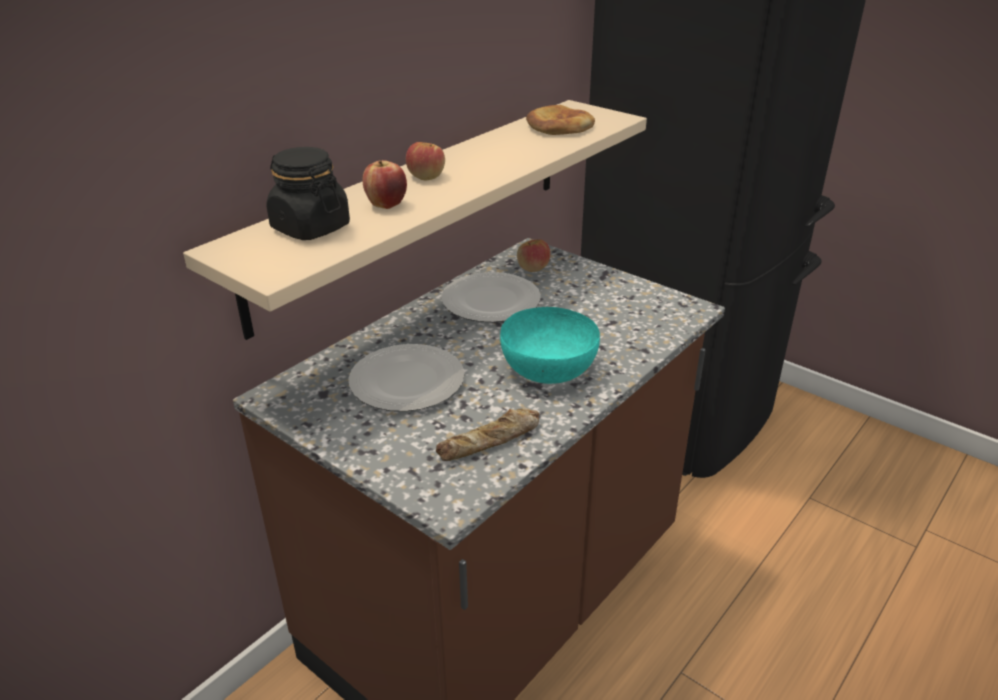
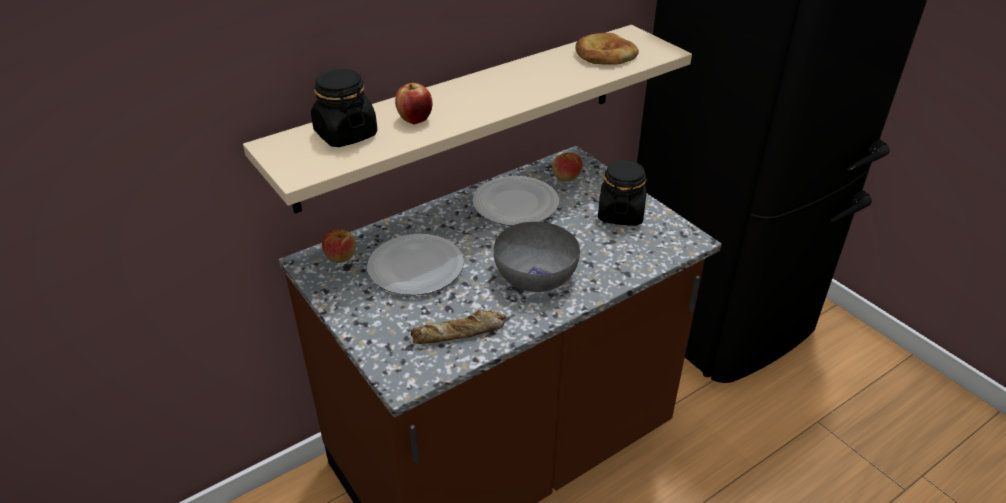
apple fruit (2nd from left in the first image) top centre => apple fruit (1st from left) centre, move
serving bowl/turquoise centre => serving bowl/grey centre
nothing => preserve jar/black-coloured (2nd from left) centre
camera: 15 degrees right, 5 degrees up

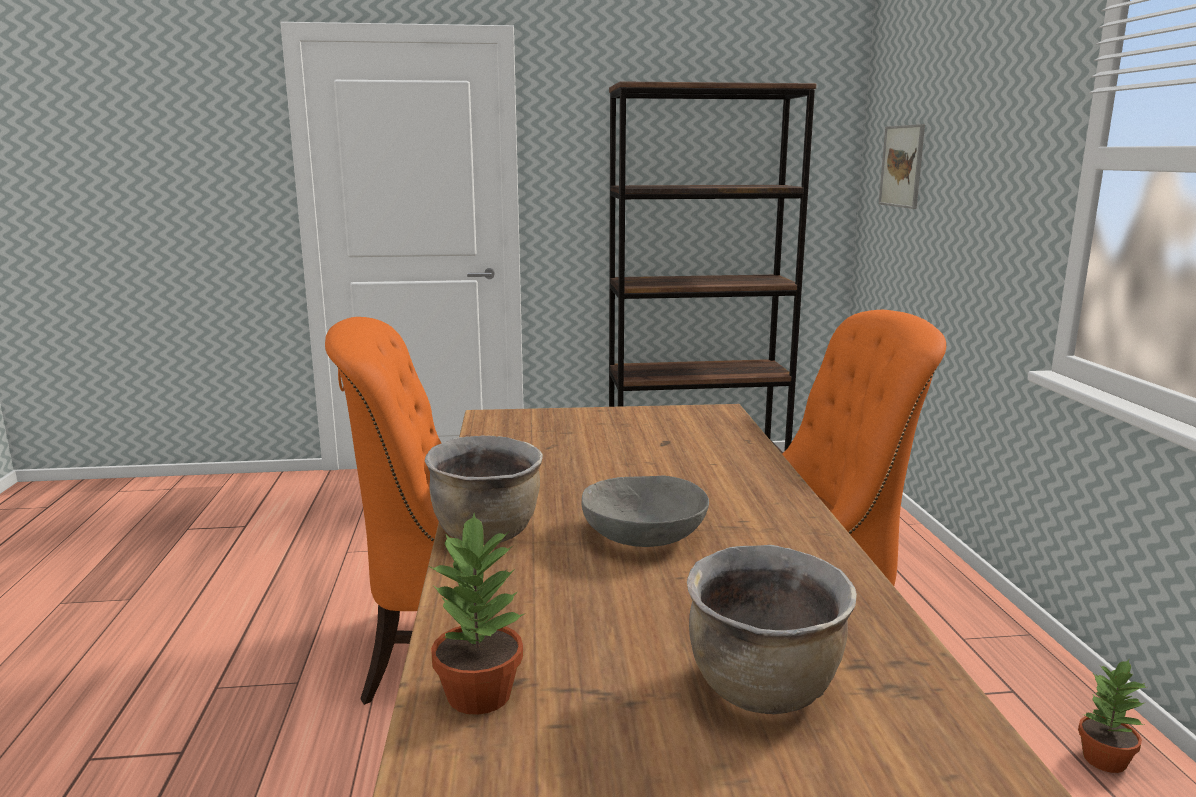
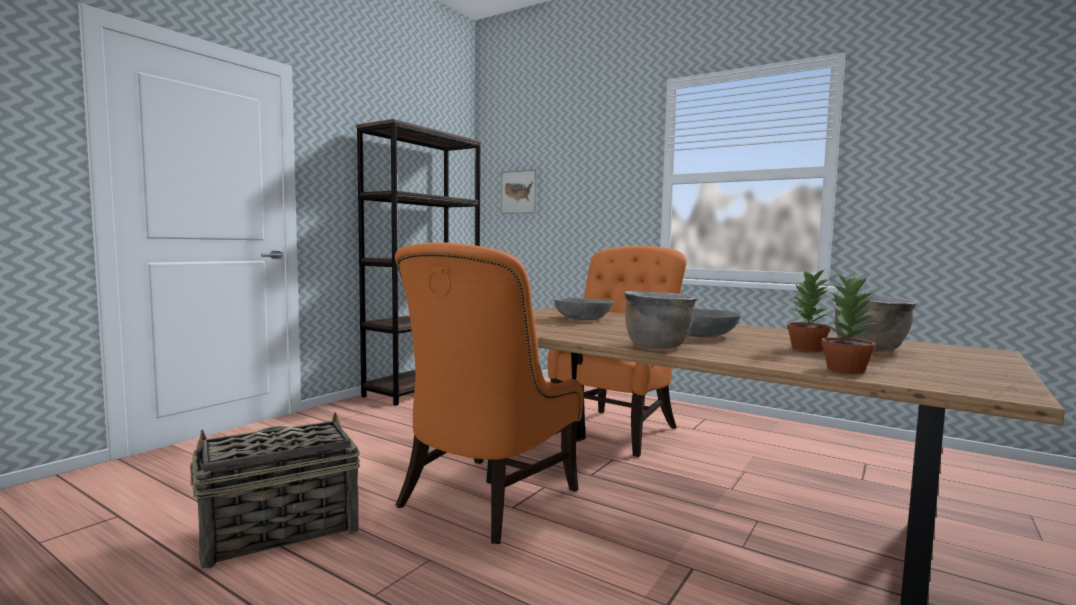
potted plant (2nd from left in the first image) bottom right => potted plant (1st from left) middle right, move
nothing => serving bowl/grey (1st from left) centre
nothing => storage basket bottom left
camera: 50 degrees left, 10 degrees down

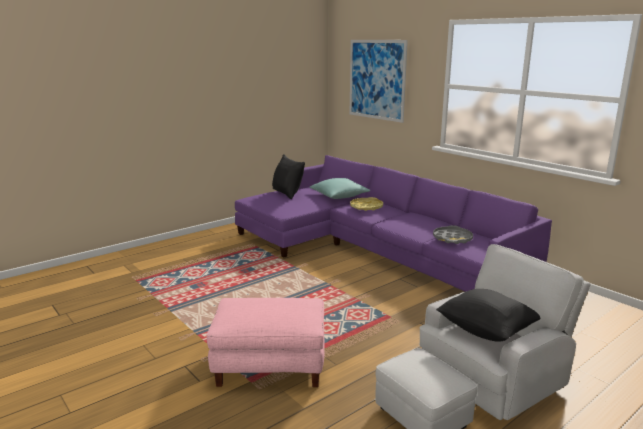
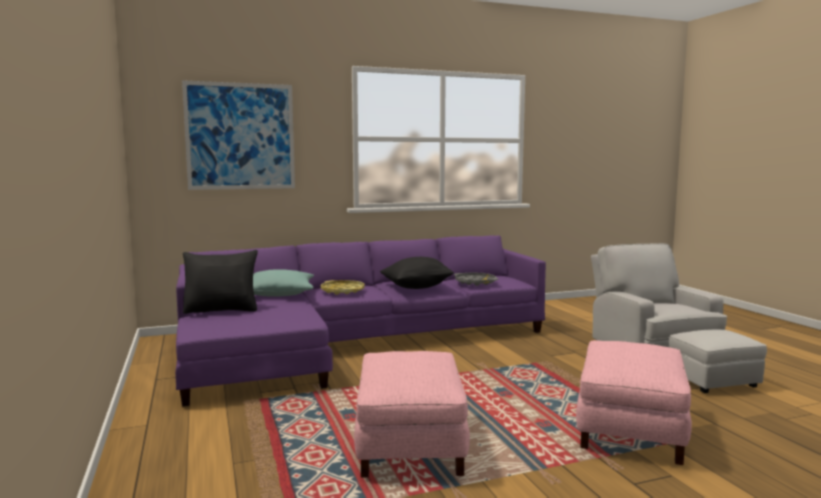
pillow/black-coloured (2nd from left) bottom right => pillow/black-coloured (2nd from left) centre, move
nothing => ottoman/pink (1st from left) bottom centre
camera: 70 degrees left, 10 degrees down

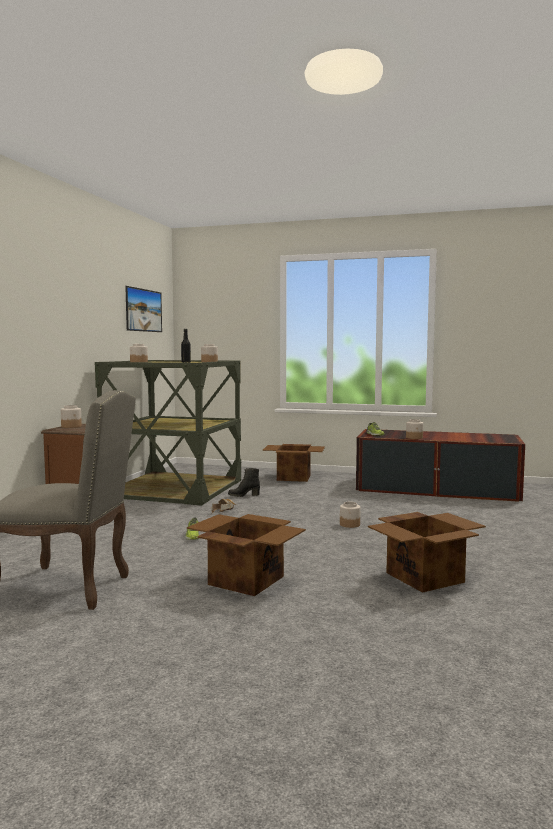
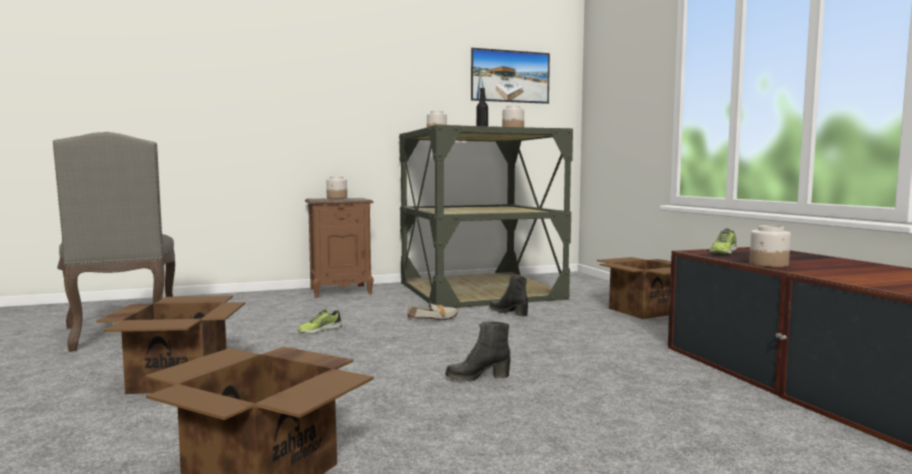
preserve jar (4th from left) centre => boot/black-coloured (1st from left) bottom centre
camera: 55 degrees right, 0 degrees up

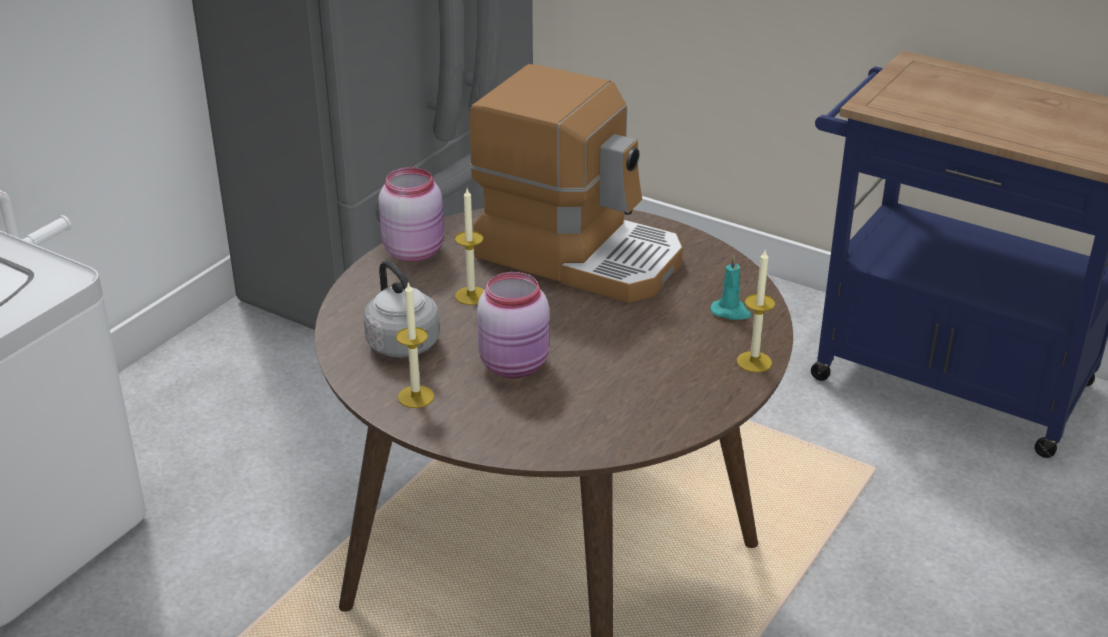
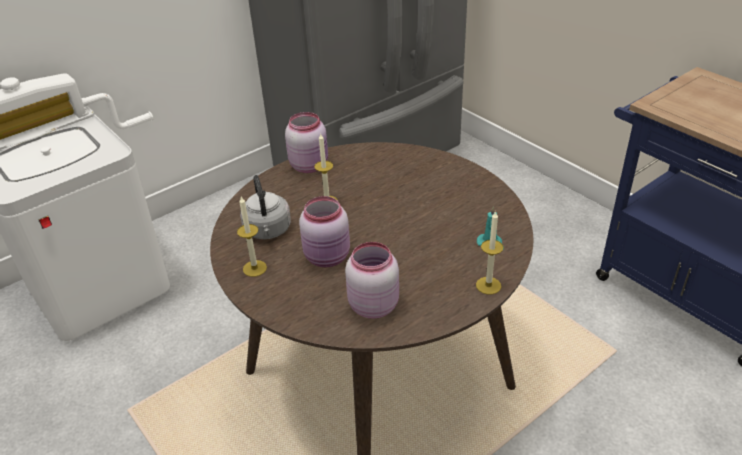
coffee brewer top centre => nothing
nothing => preserve jar/pink (3rd from left) centre
camera: 20 degrees right, 5 degrees up

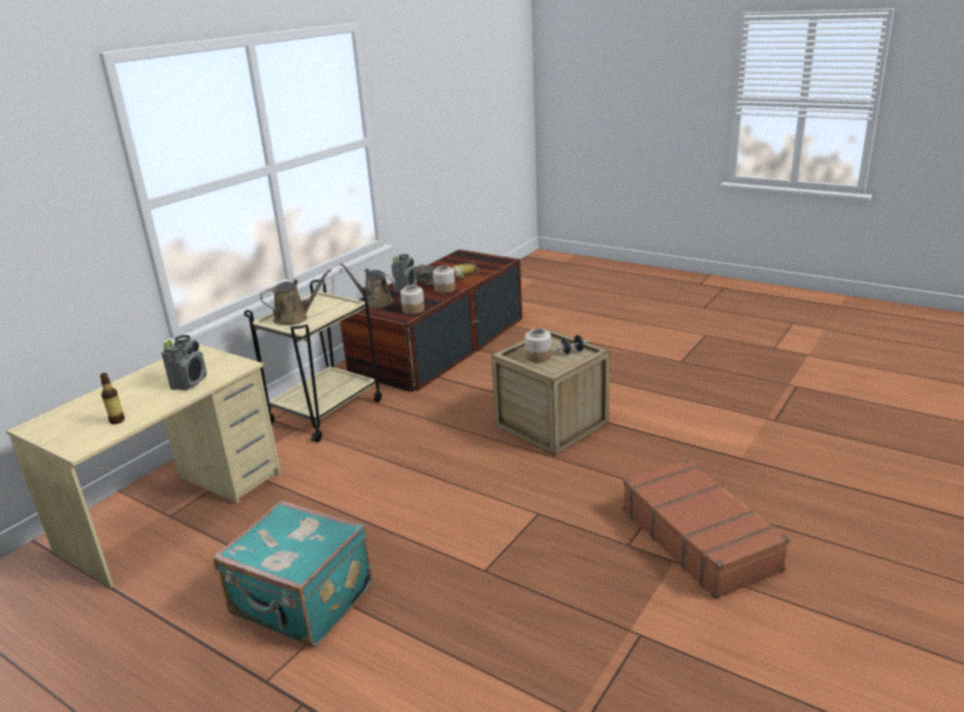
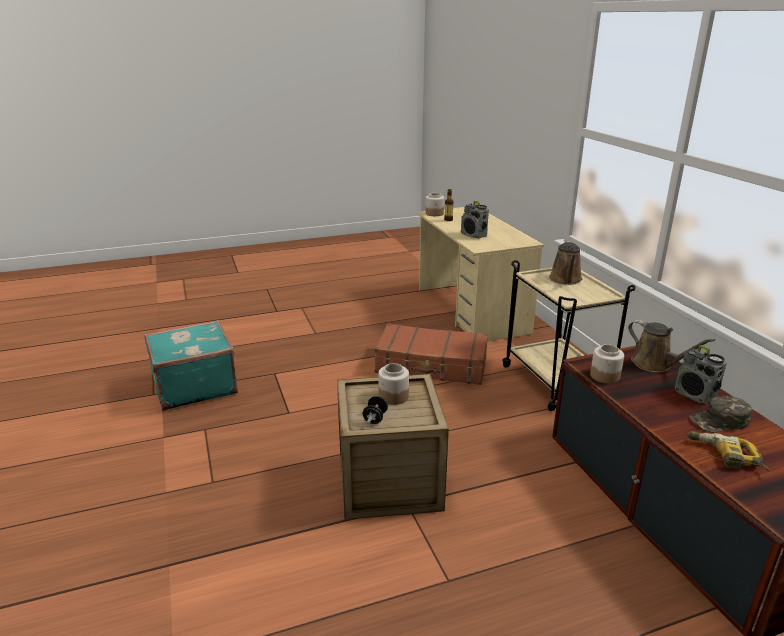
sprinkling can/brownish (2nd from left) centre => sprinkling can/brownish (2nd from left) middle right, 75 degrees clockwise
preserve jar (2nd from left) centre => preserve jar (2nd from left) top centre, move
travel case/brownish bottom right => travel case/brownish centre, move
travel case/turquoise bottom left => travel case/turquoise middle left, move
camera: 125 degrees right, 0 degrees up

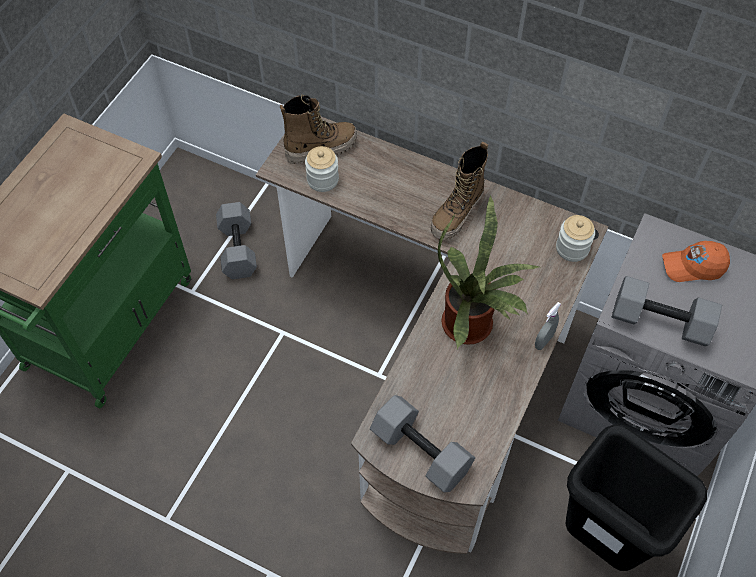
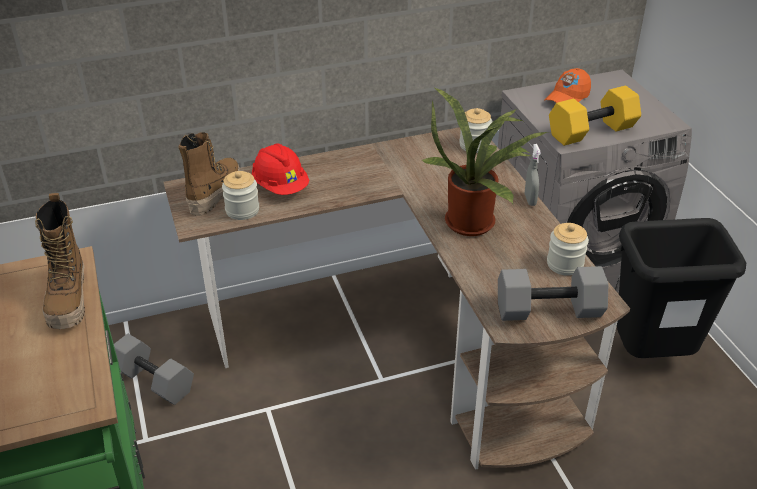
boot (2nd from left in the first image) top centre => boot (1st from left) middle left, move
dumbbell/grey (3rd from left) middle right => dumbbell/yellow top right
nothing => safety helmet/reddish centre
nothing => preserve jar (3rd from left) middle right
camera: 45 degrees left, 20 degrees down

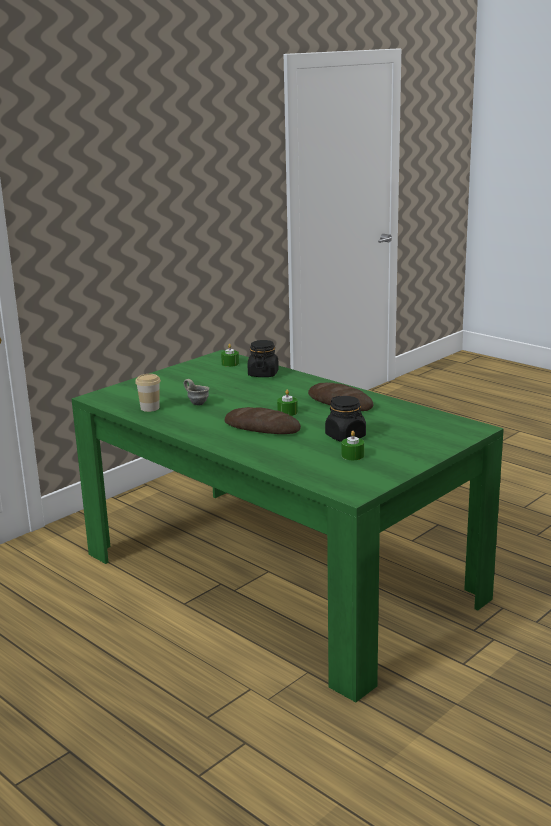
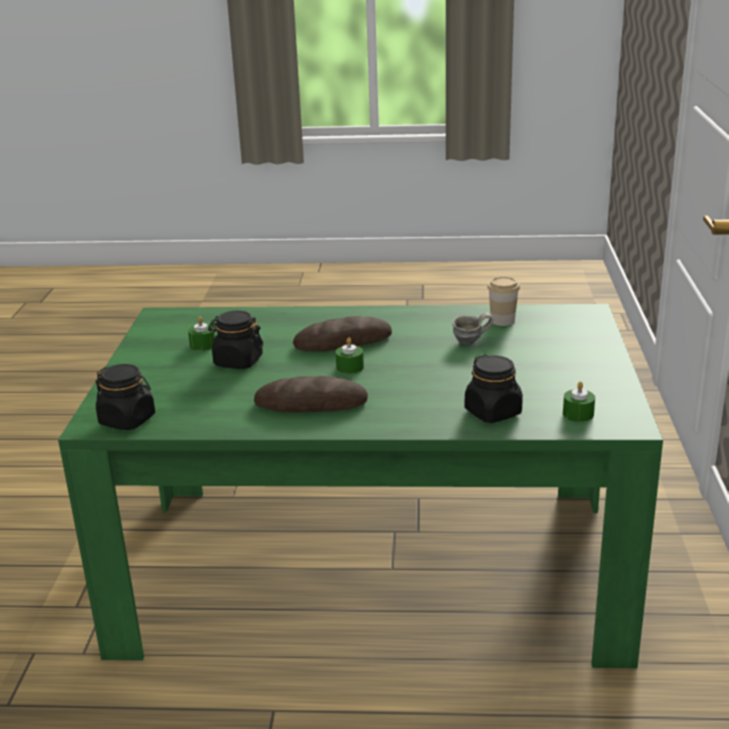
nothing => preserve jar/black-coloured (1st from left) middle left
camera: 140 degrees right, 5 degrees up

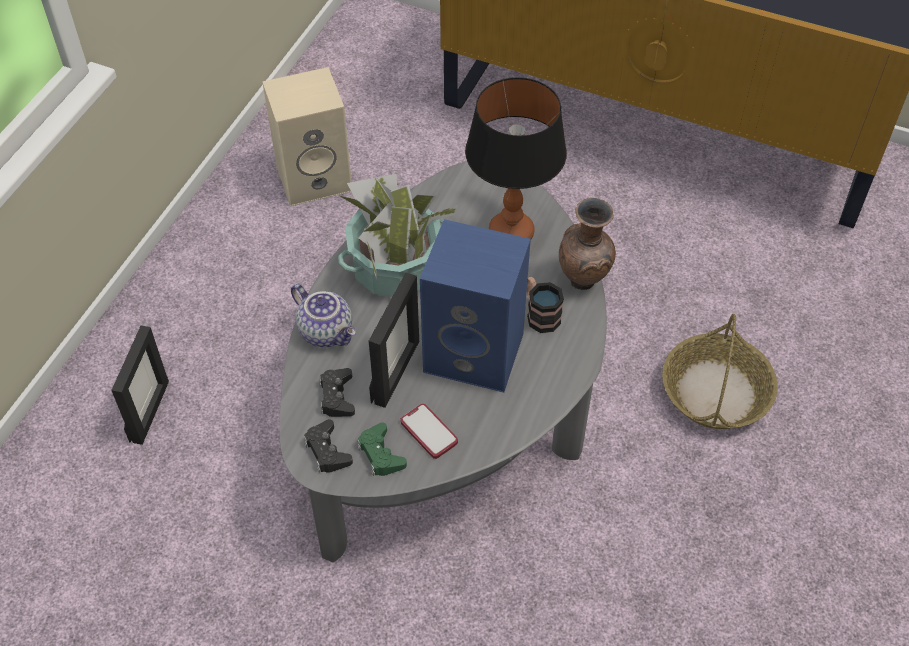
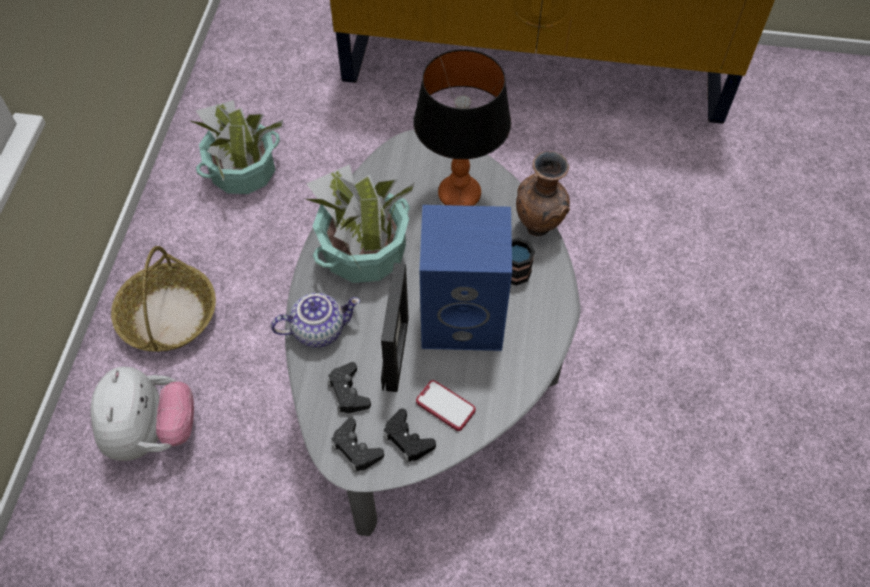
loudspeaker/beige top centre => potted plant (1st from left) top left
pot for tea centre, 45 degrees counterclockwise
storage basket middle right => storage basket middle left, move
standing frame (1st from left) middle left => soft toy bottom left
gamepad/greenish bottom centre => gamepad/black-coloured (3rd from left) bottom centre
camera: 15 degrees left, 5 degrees up

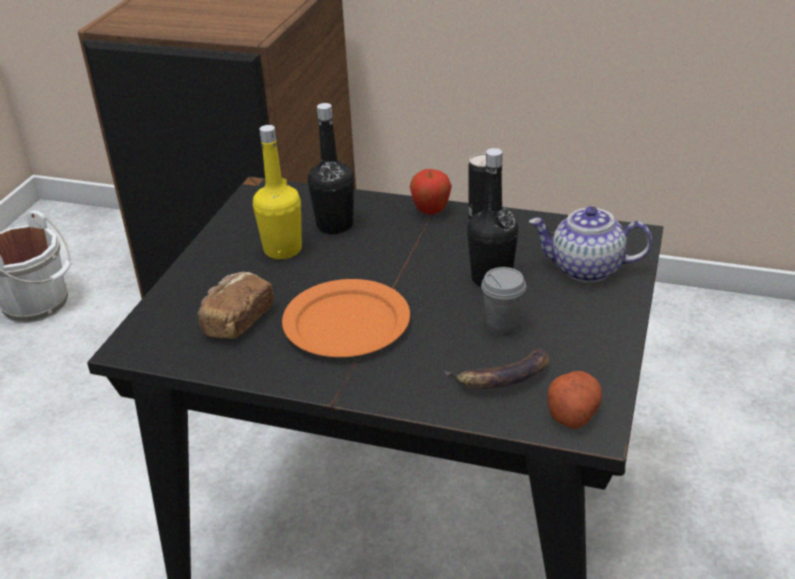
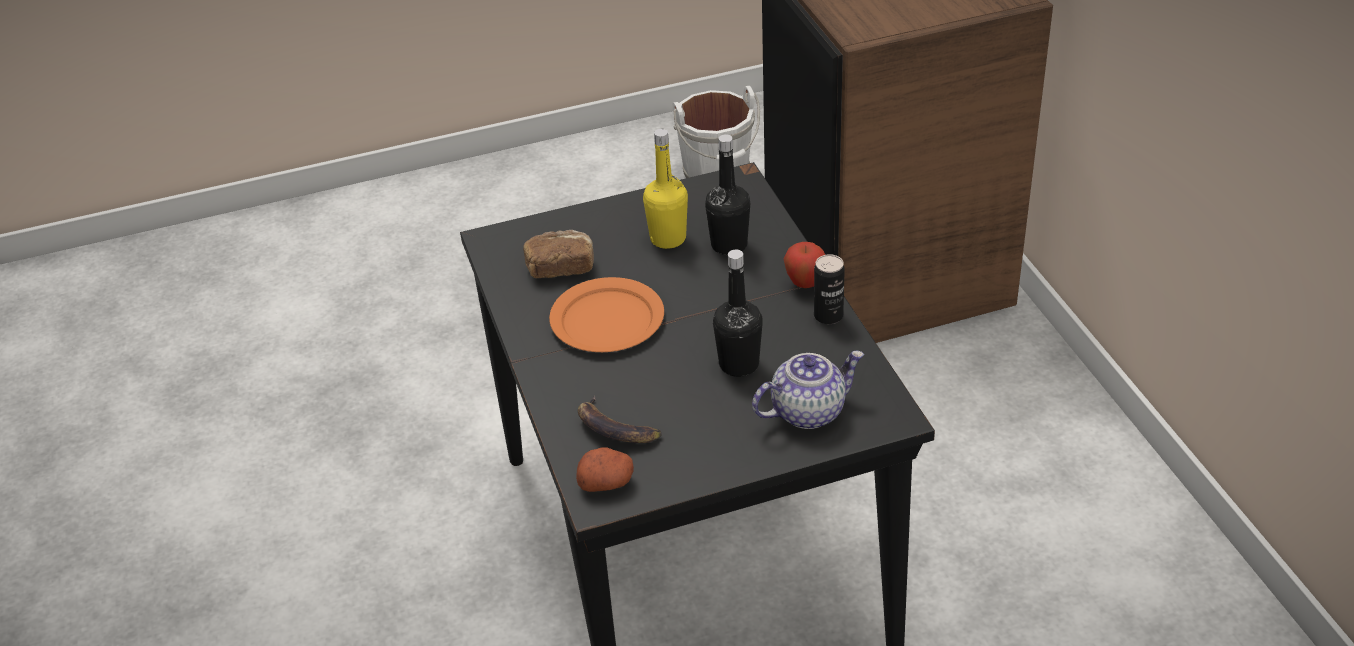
pot for tea middle right => pot for tea centre, 90 degrees clockwise
small cup/grey centre => nothing
camera: 55 degrees right, 5 degrees up

